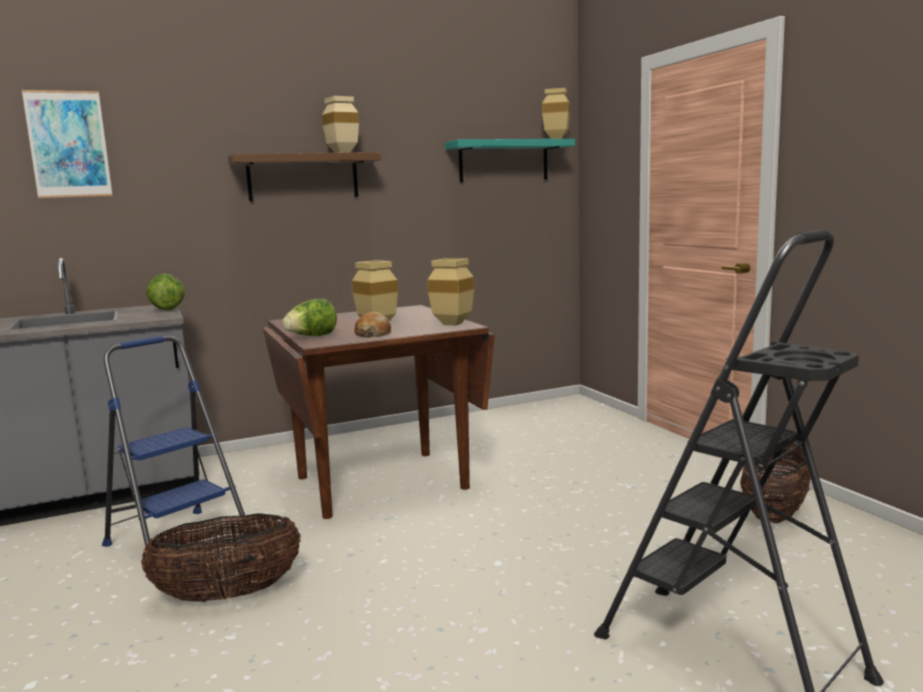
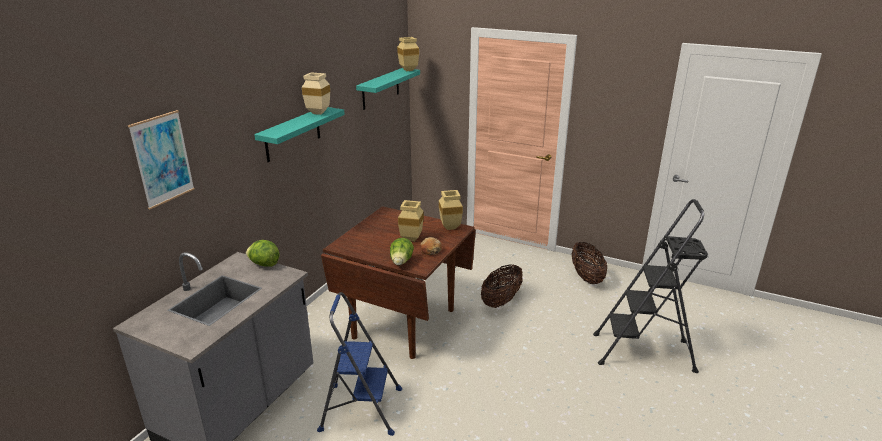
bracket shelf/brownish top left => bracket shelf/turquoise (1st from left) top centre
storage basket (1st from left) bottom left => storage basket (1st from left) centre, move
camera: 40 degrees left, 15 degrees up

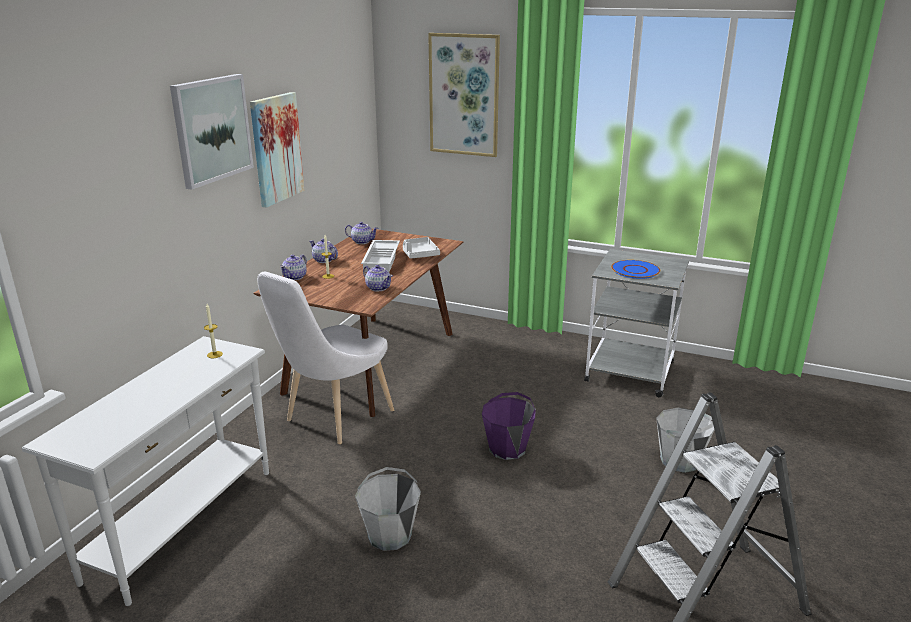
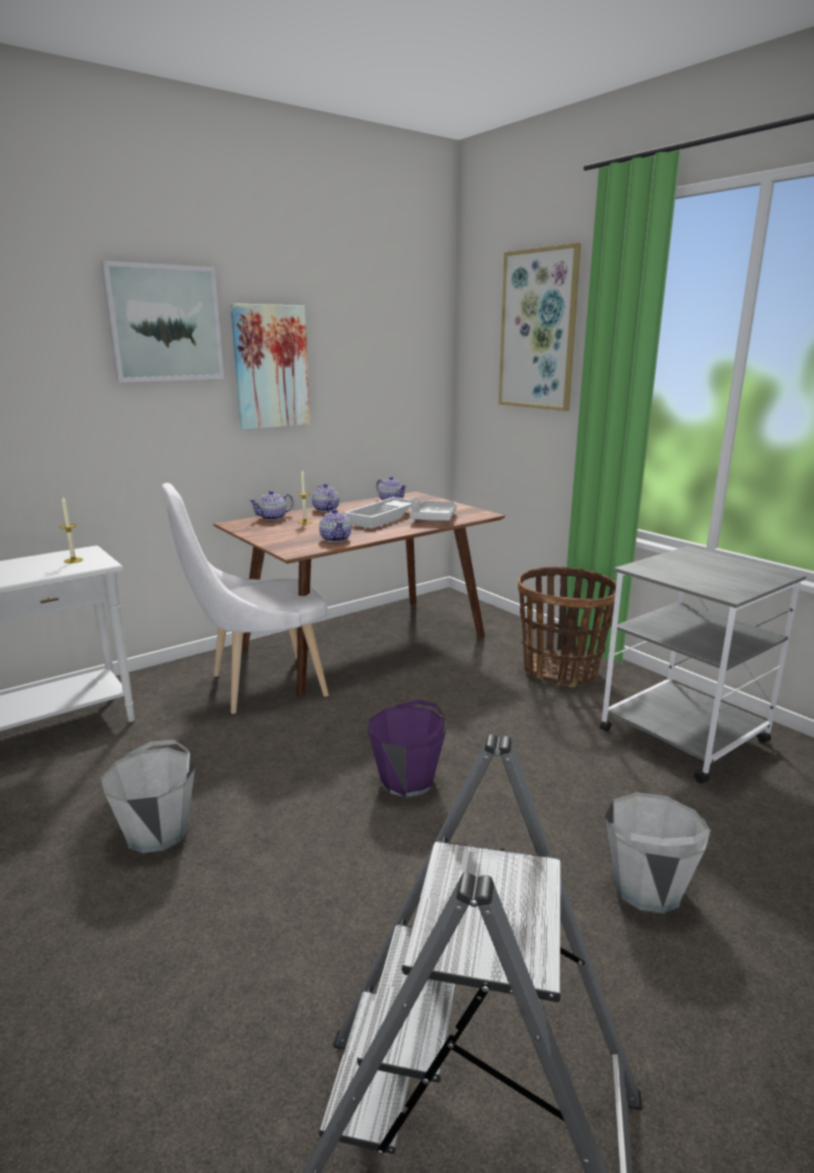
flat dish/blue middle right => nothing
nothing => storage basket middle right
camera: 30 degrees right, 5 degrees down

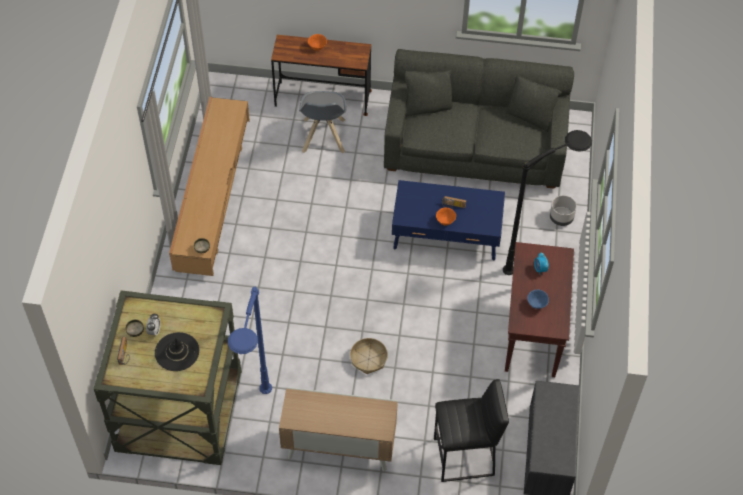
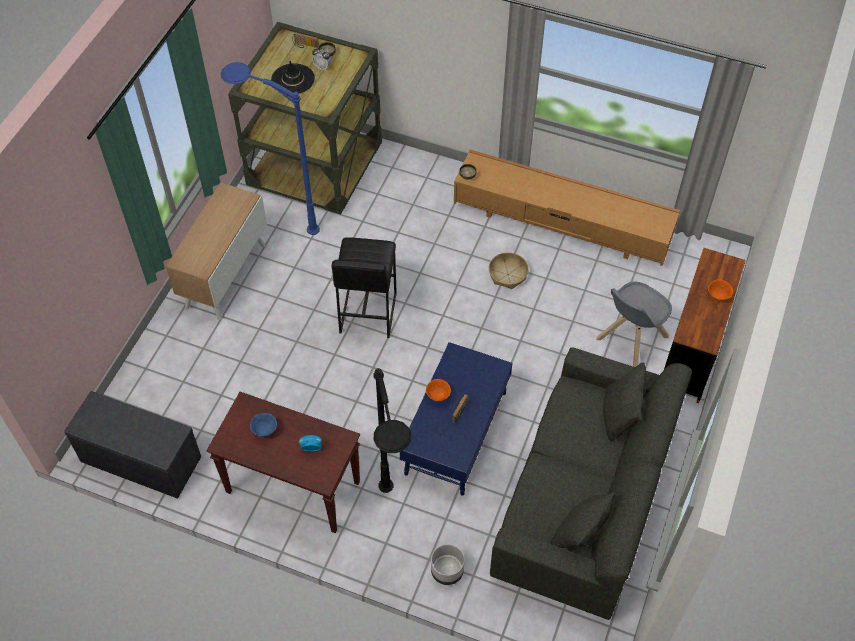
plain chair/grey top centre => plain chair/grey middle right, 60 degrees counterclockwise
storage basket bottom centre => storage basket centre, move
sitting stool/black-coloured bottom centre => sitting stool/black-coloured centre, move
camera: 105 degrees right, 0 degrees up

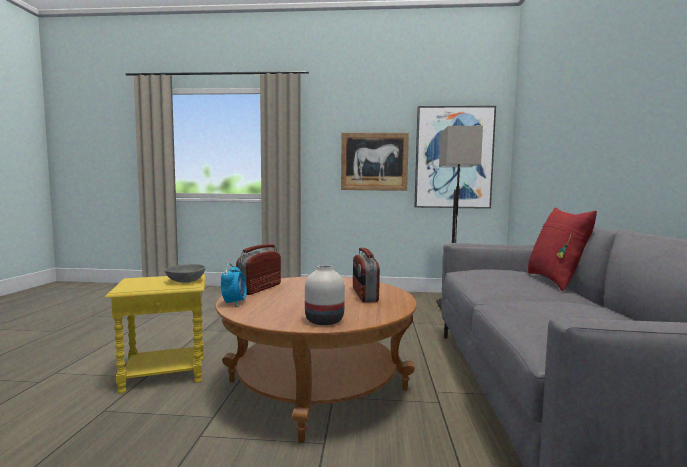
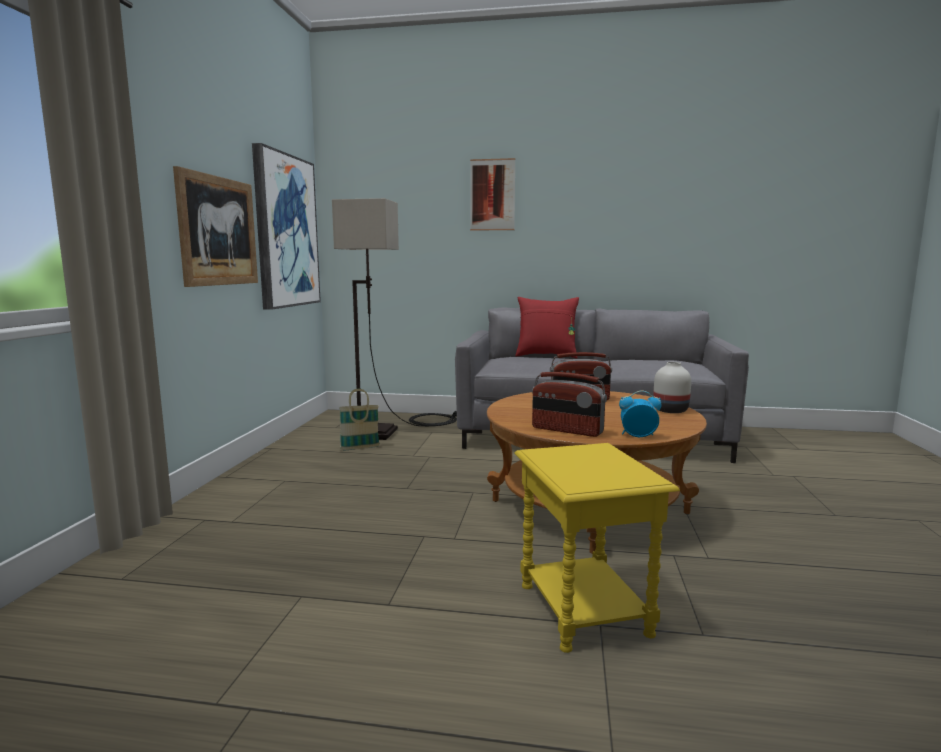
serving bowl/grey middle left => nothing
nothing => wall picture (3rd from left) top centre
nothing => storage basket centre
camera: 85 degrees left, 5 degrees up

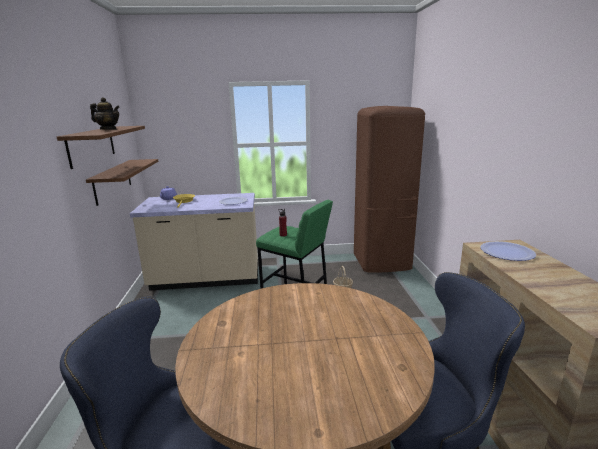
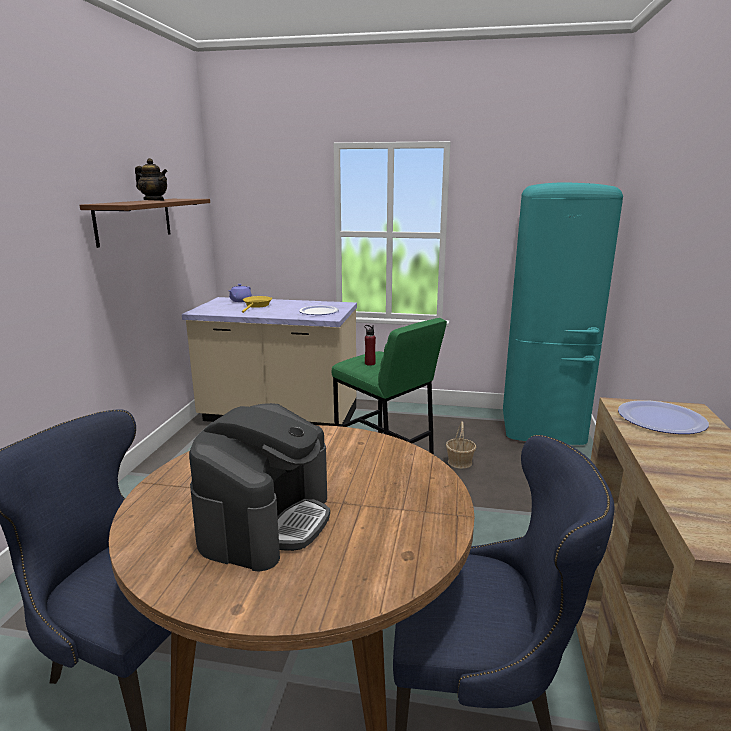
fridge/brownish centre => fridge/turquoise middle right
bracket shelf/brownish (2nd from left) middle left => nothing
nothing => coffee brewer centre
camera: 15 degrees right, 0 degrees up

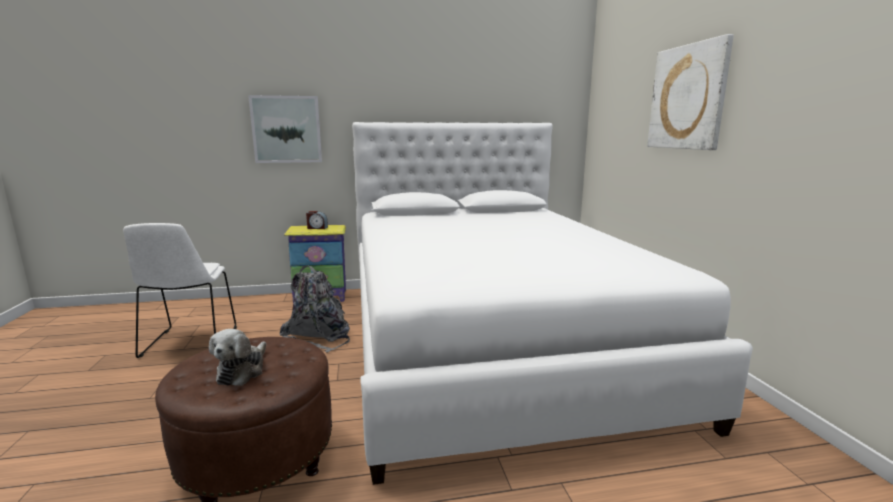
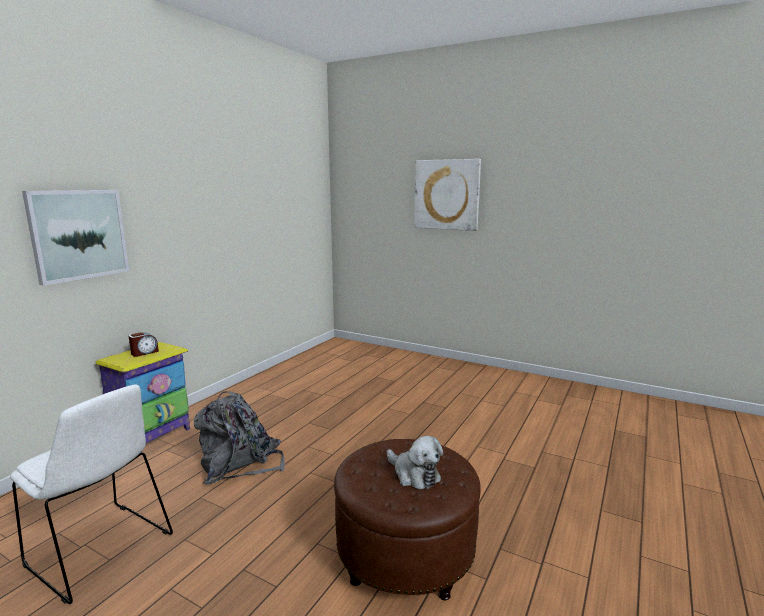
bedroom bed/white centre => nothing
camera: 50 degrees left, 0 degrees up

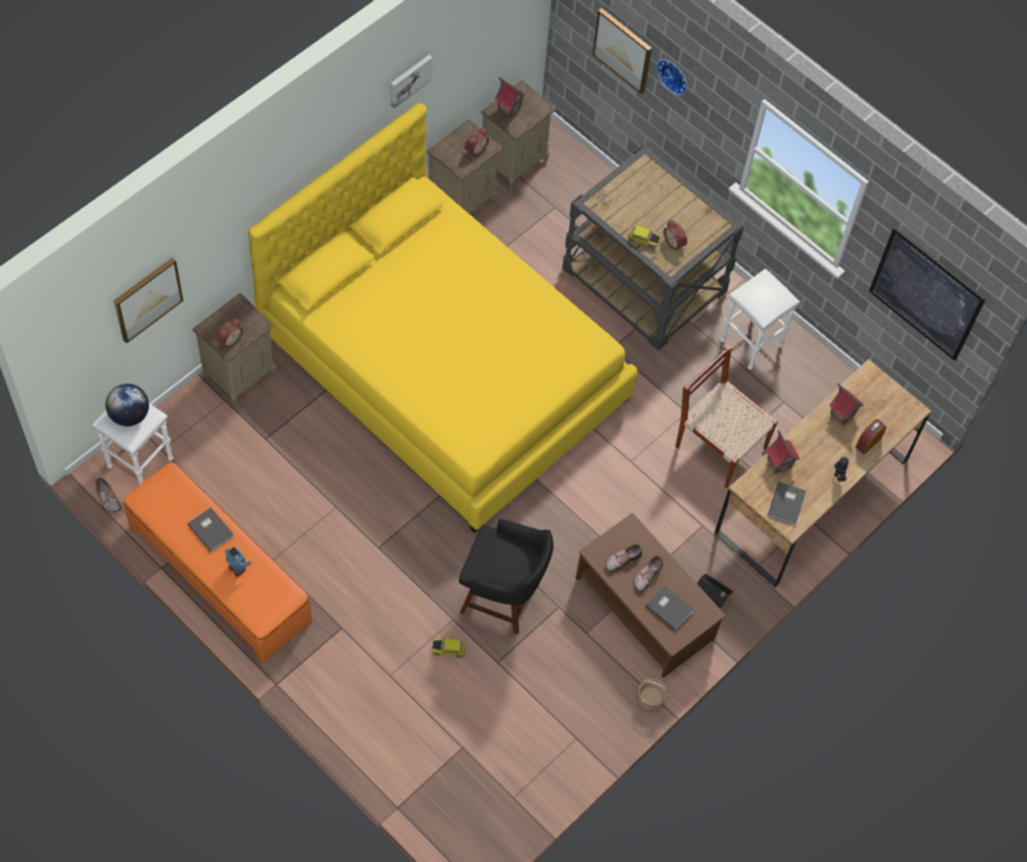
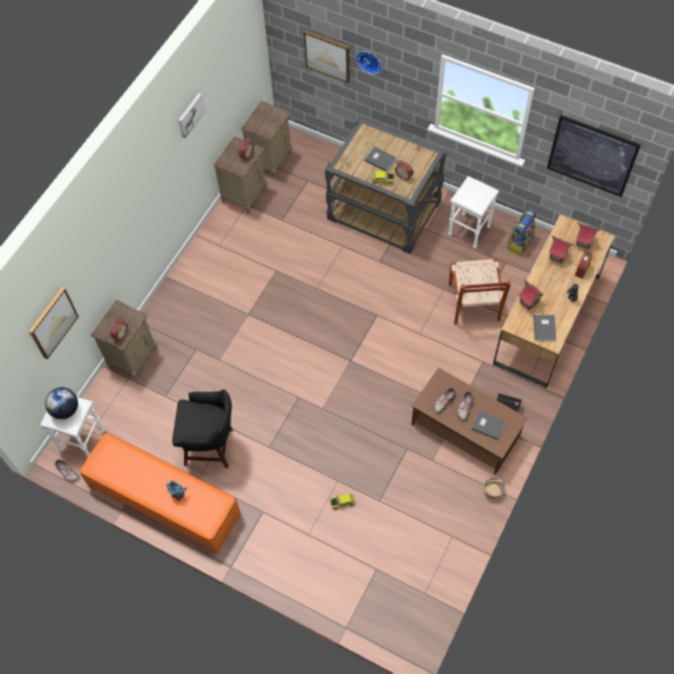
miniature house (1st from left in the first image) top centre => miniature house (4th from left) middle right, move
bedroom bed/yellow centre => nothing
plain chair middle right, 120 degrees counterclockwise
bound book/grey (1st from left) middle left => bound book/grey (1st from left) top centre, move
sitting stool/black-coloured bottom centre => sitting stool/black-coloured middle left, move
nothing => backpack middle right
camera: 10 degrees left, 0 degrees up

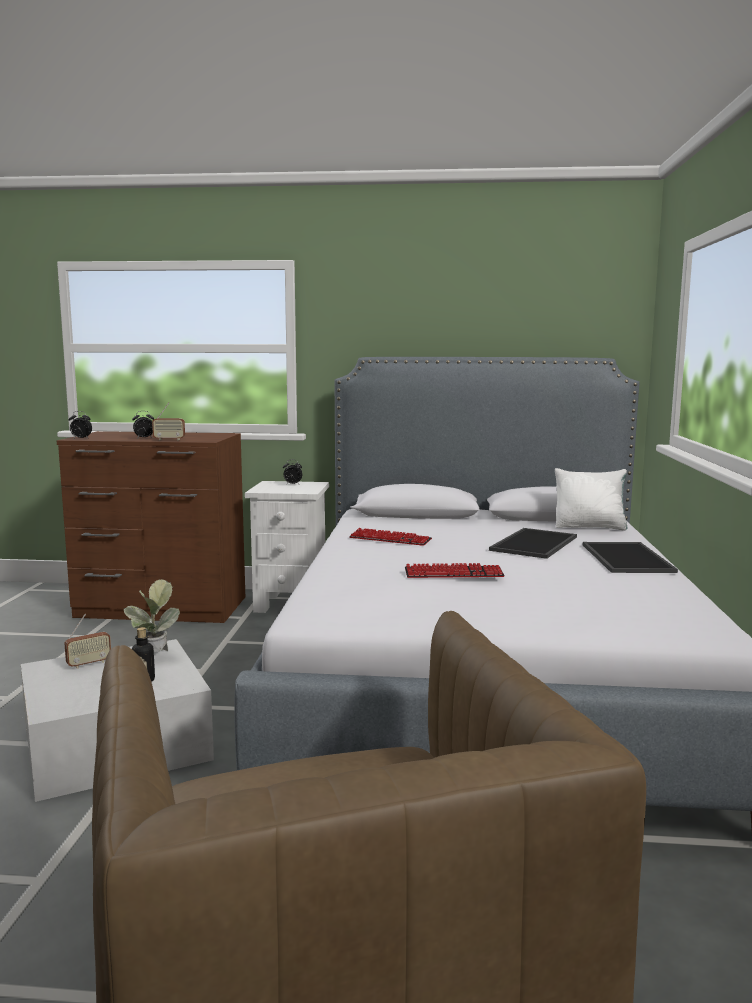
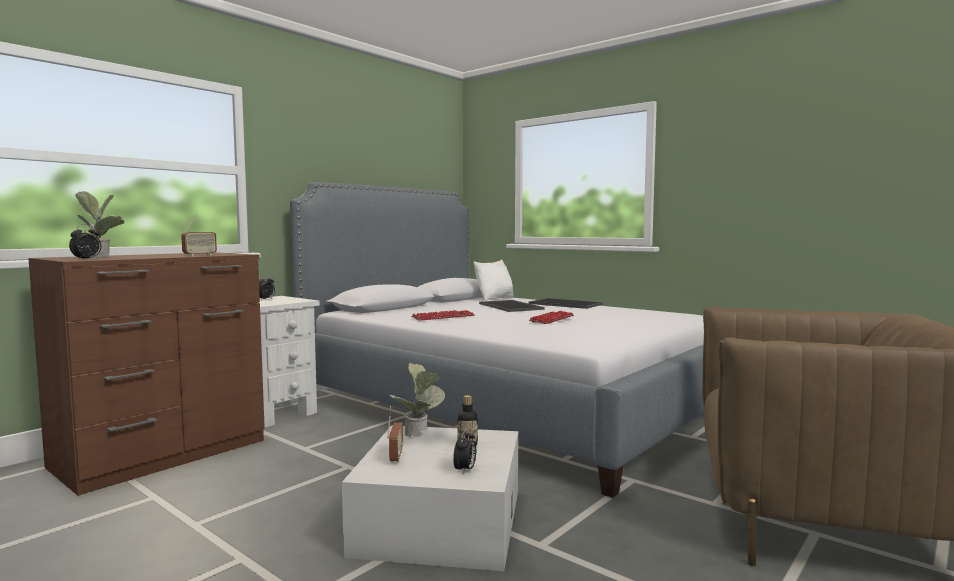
table clock (2nd from left in the first image) middle left => table clock (3rd from left) bottom centre, move
nothing => potted plant (1st from left) middle left
camera: 55 degrees left, 5 degrees down

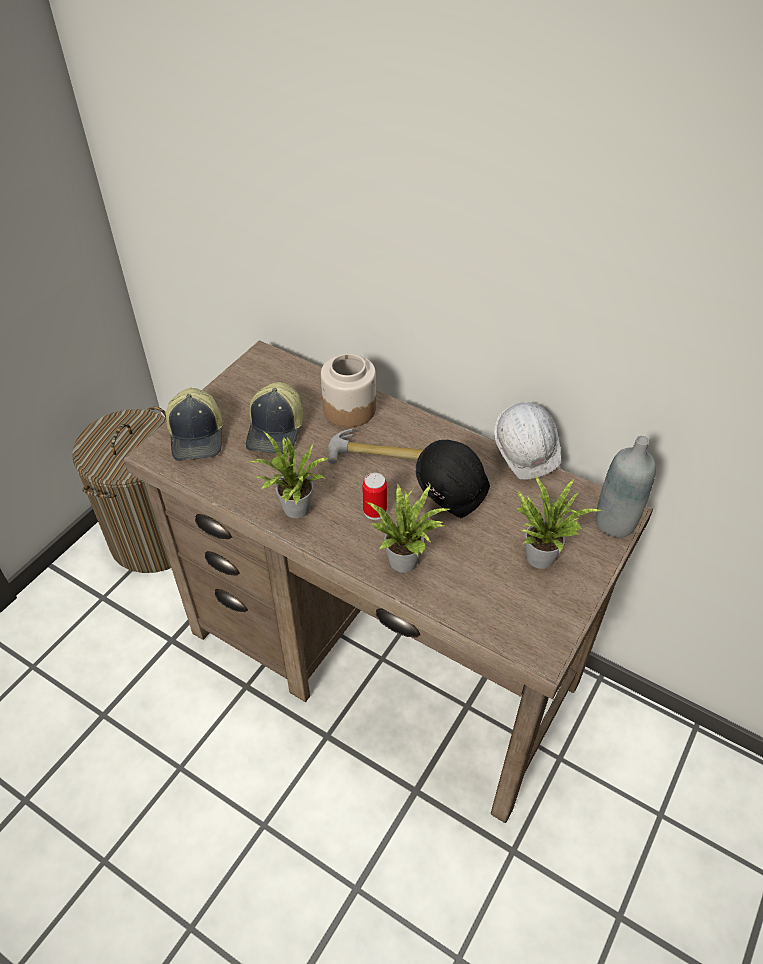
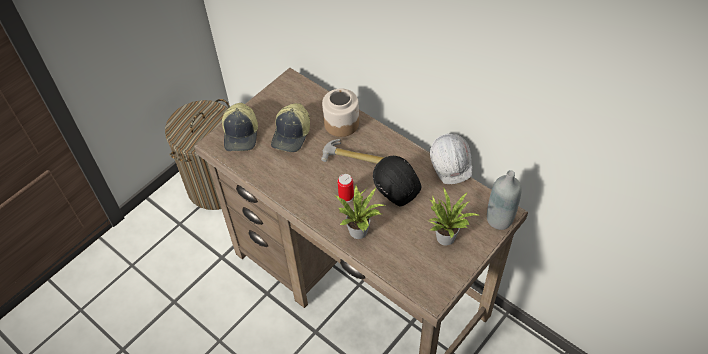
potted plant (1st from left) centre => nothing
camera: 10 degrees right, 5 degrees up

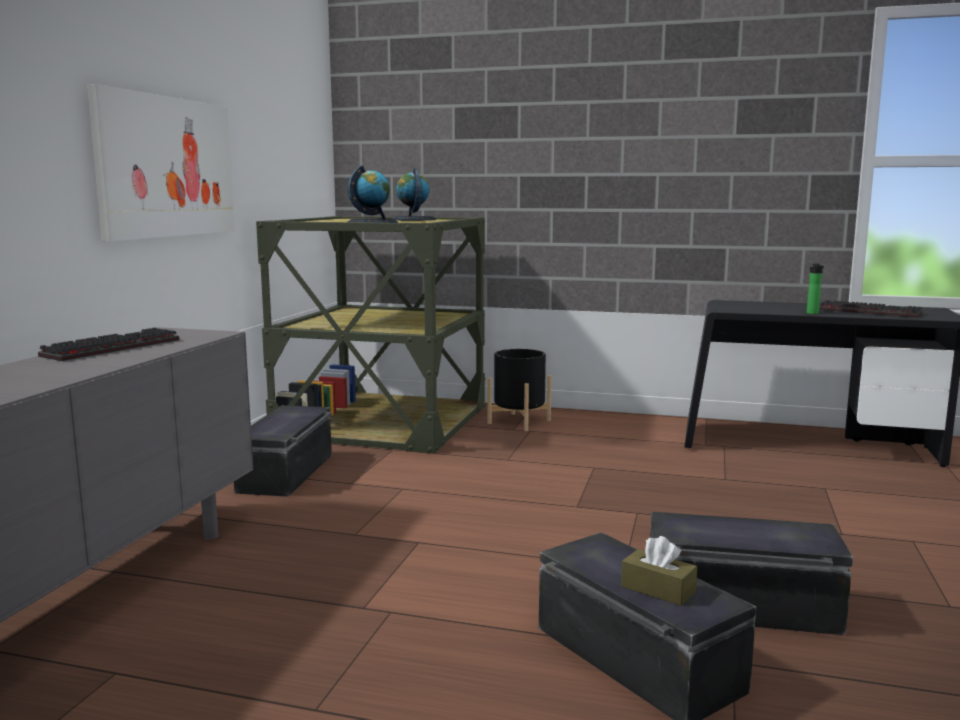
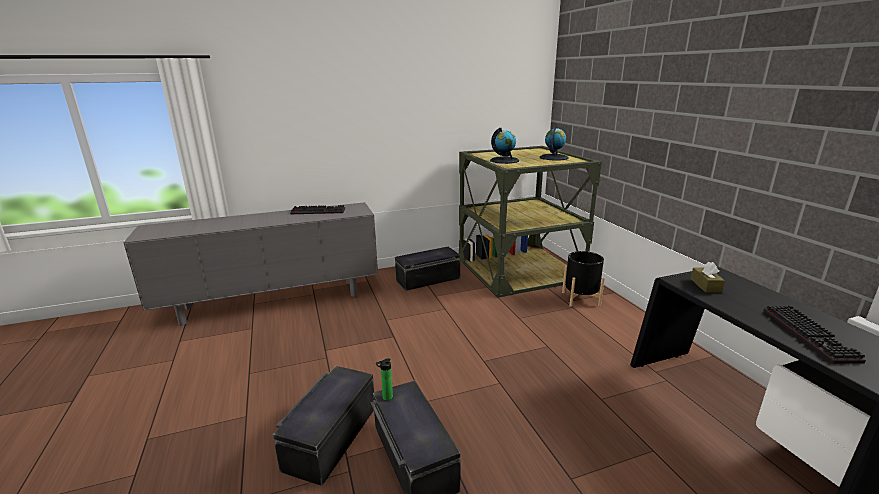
wall picture top left => nothing
bottle middle right => bottle bottom centre, move
tissue holder/brownish bottom right => tissue holder/brownish middle right, move
camera: 55 degrees right, 10 degrees up

